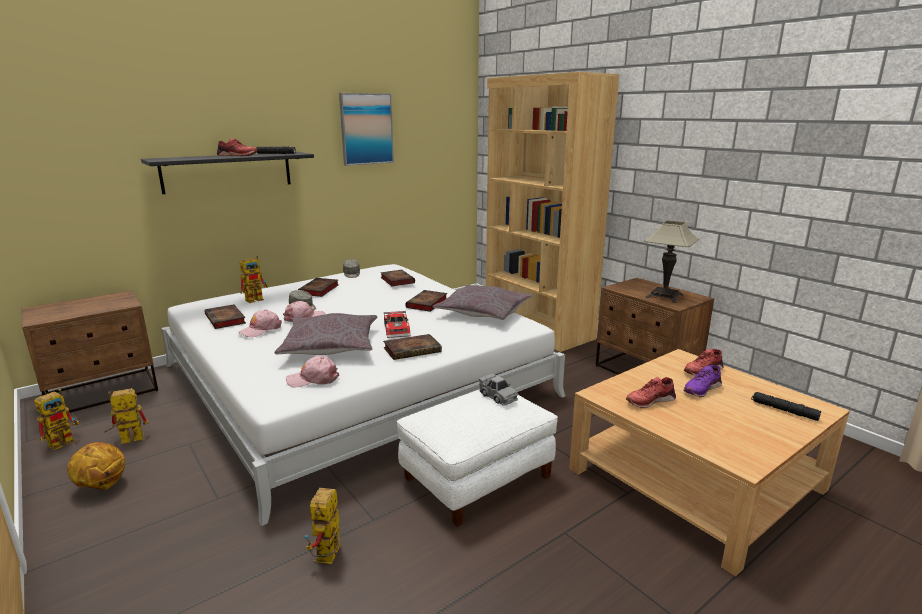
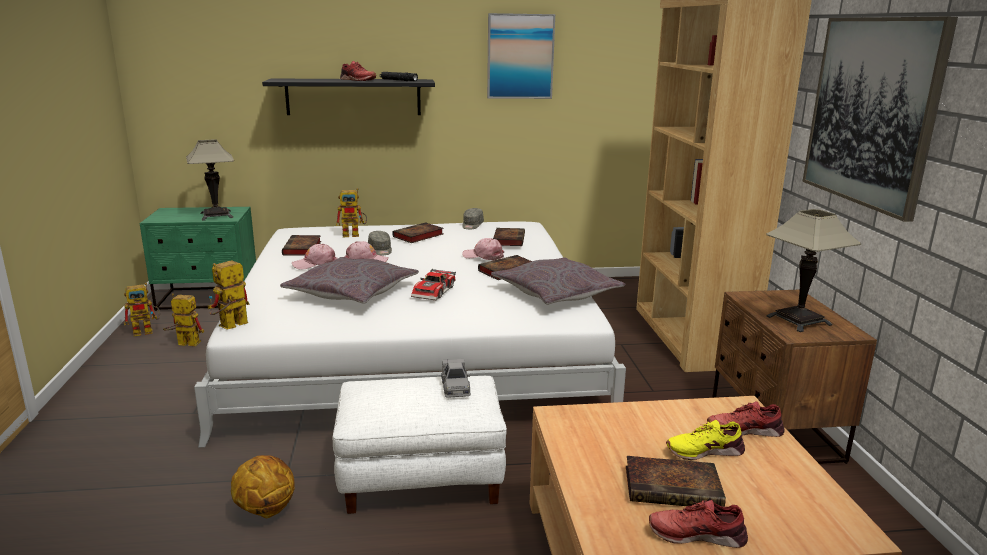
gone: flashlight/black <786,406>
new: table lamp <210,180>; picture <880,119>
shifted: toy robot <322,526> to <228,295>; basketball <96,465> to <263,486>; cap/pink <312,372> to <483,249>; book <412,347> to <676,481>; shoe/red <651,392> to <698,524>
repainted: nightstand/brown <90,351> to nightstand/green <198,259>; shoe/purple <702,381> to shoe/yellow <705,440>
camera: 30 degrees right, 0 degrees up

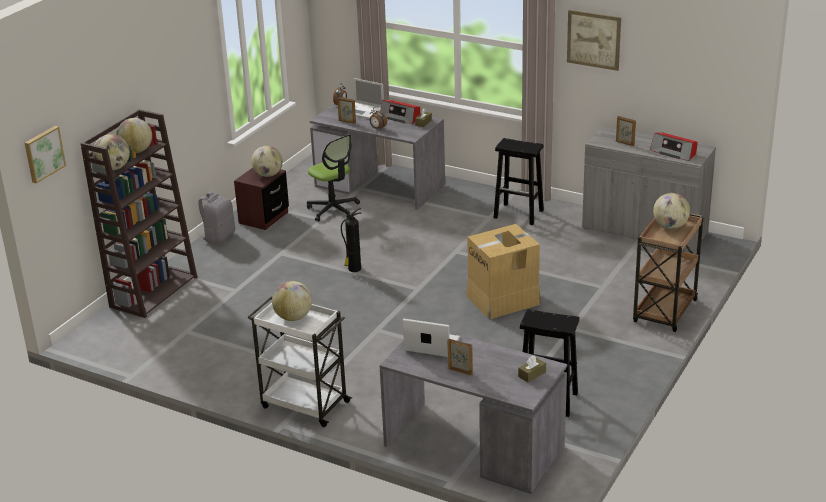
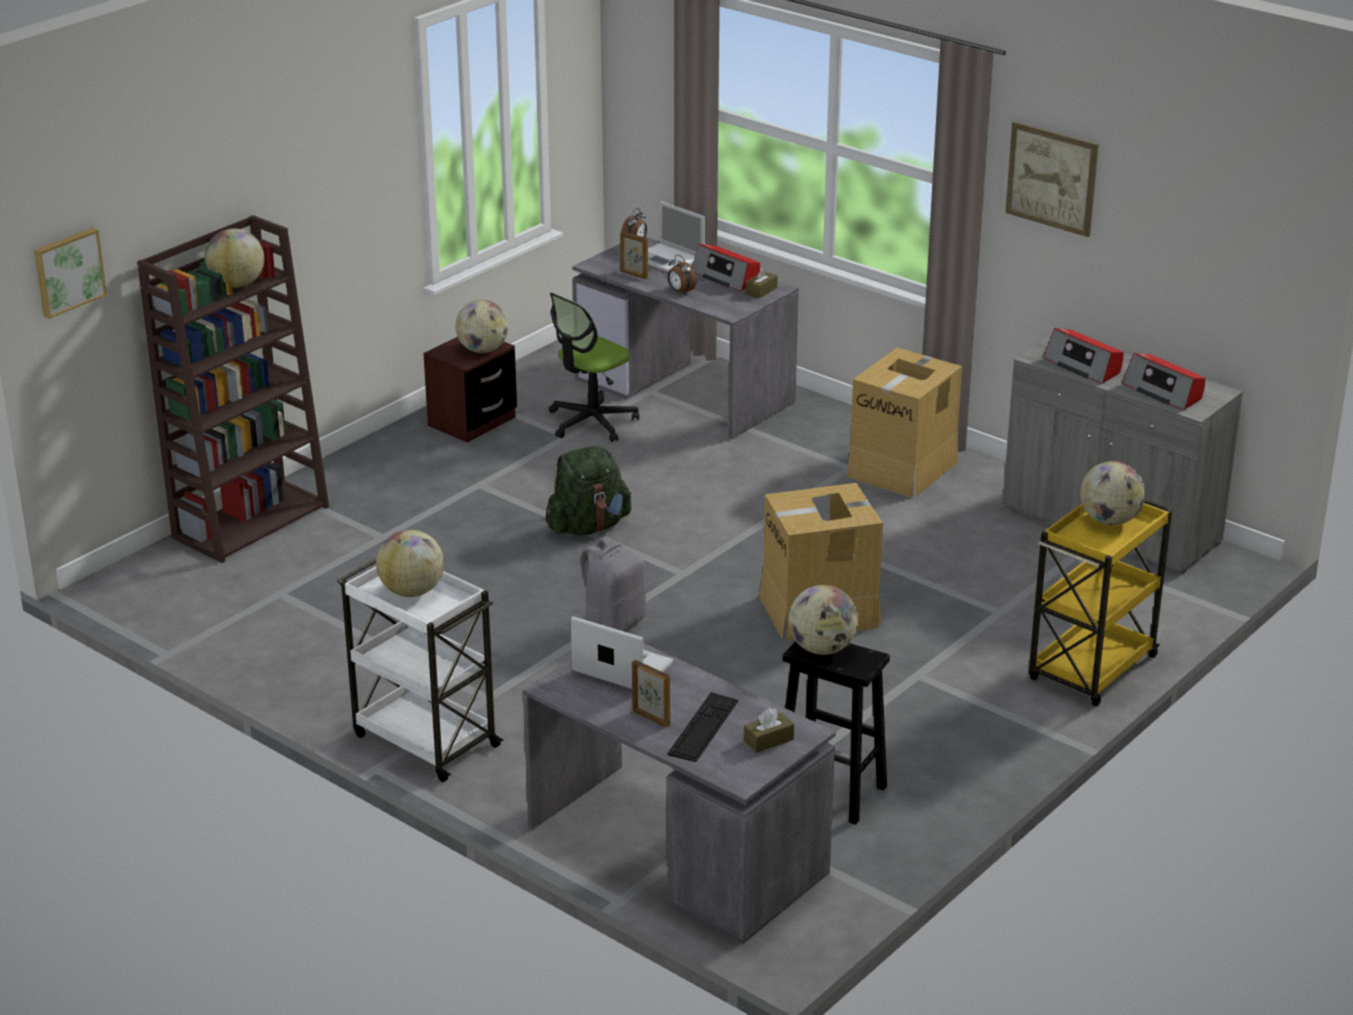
new: keyboard <703,727>
shifted: backpack/grey <216,218> to <610,583>; globe <111,152> to <823,620>
swapped: fire extinguisher <351,240> to backpack/green <588,491>; stool/black <519,181> to cardboard box <904,422>; picture frame <626,131> to radio <1083,356>
repainted: cart/brown <668,272> to cart/yellow <1100,603>
rotated: office chair <333,178> = <594,367> 75 degrees clockwise
camera: 10 degrees right, 0 degrees up

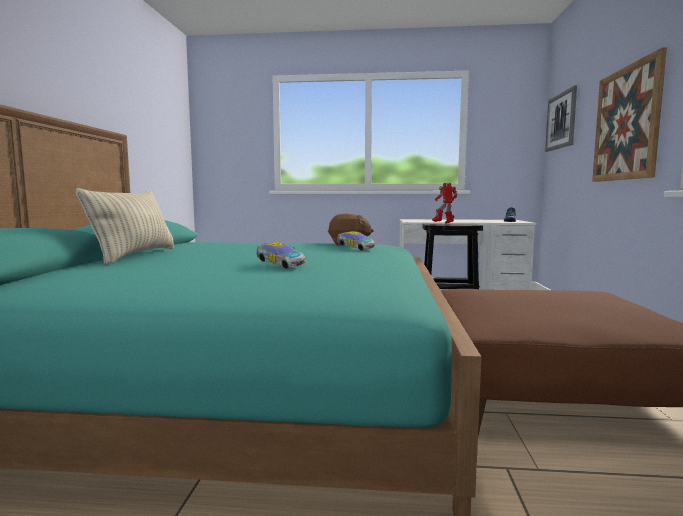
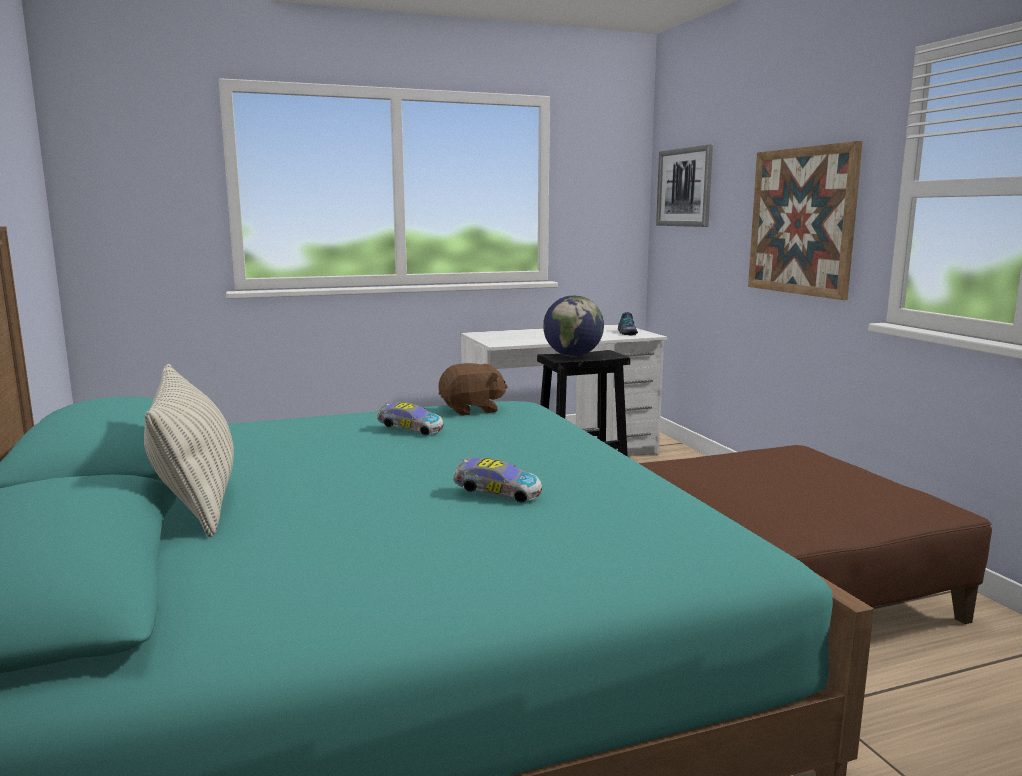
shifted: toy car <356,241> to <410,418>
swapped: toy robot <444,203> to globe <573,326>
camera: 25 degrees left, 5 degrees up

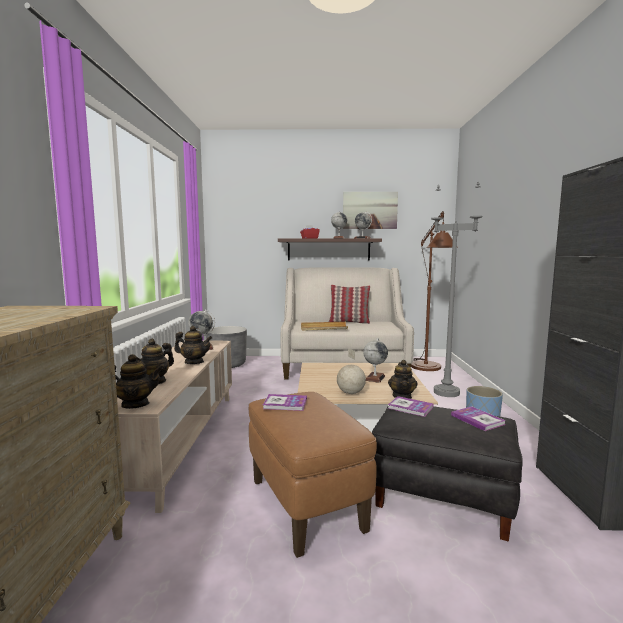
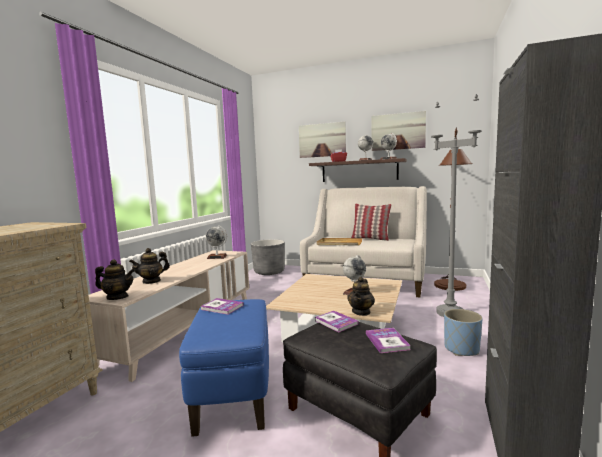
gone: teapot <193,345>; globe <351,371>
new: picture <322,140>
repainted: ottoman/brown <313,475> to ottoman/blue <224,368>
camera: 20 degrees right, 0 degrees up

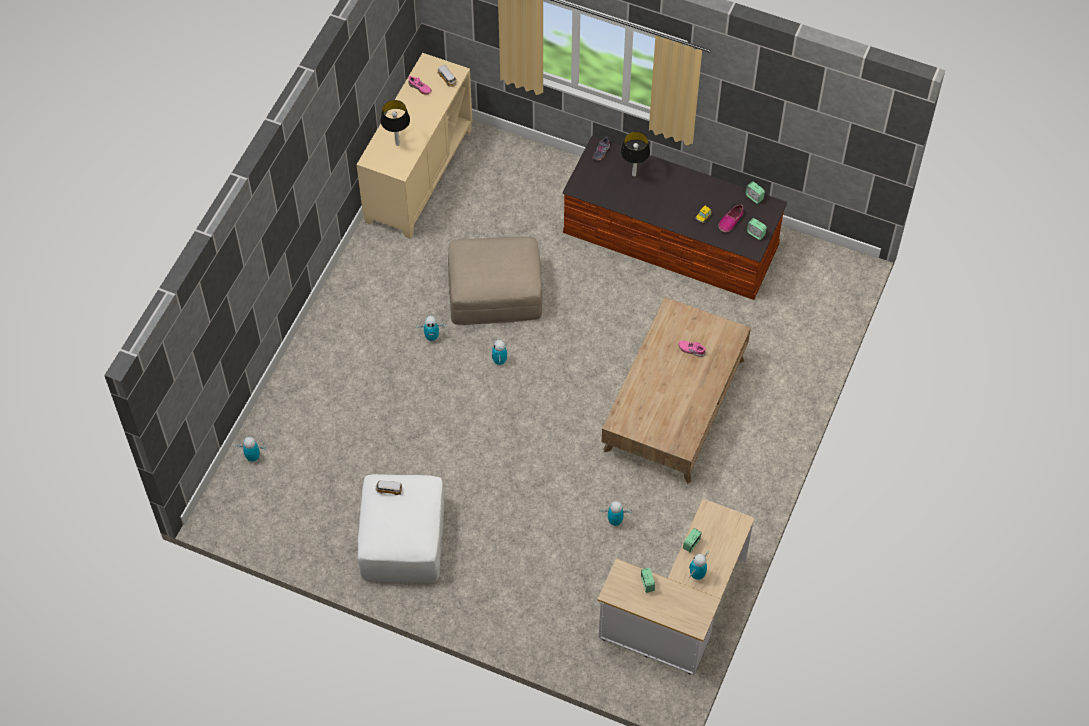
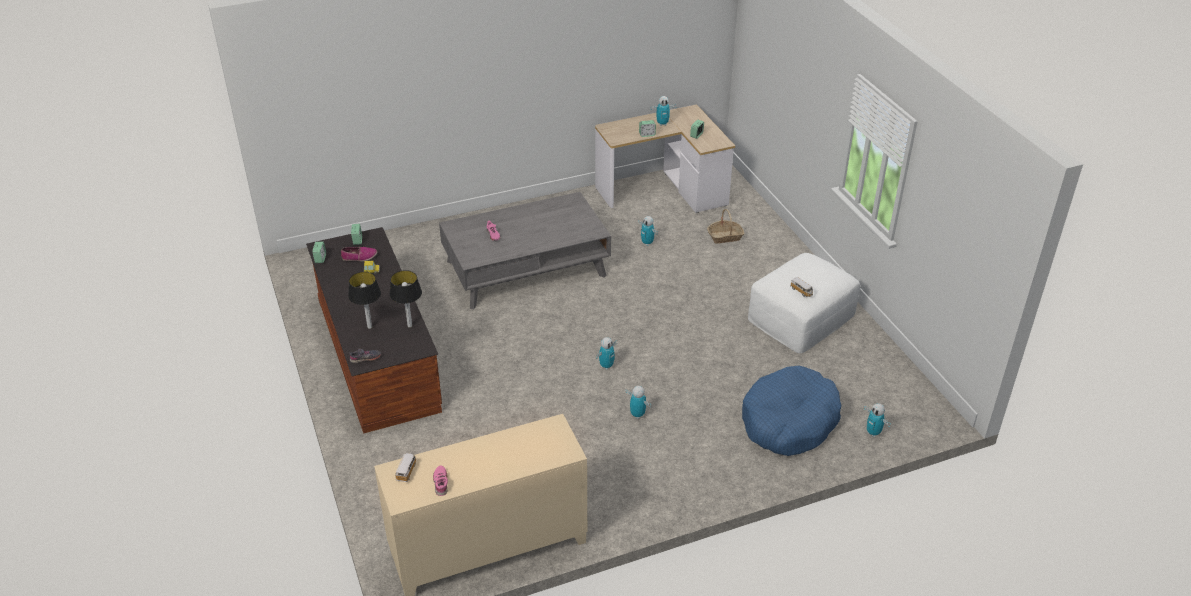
gone: ottoman/beige <495,280>
new: basket <726,226>; dog bed/blue <791,411>
shifted: table lamp <395,123> to <405,299>
repainted: coffee table/brown <676,390> to coffee table/grey <525,250>
camera: 135 degrees left, 20 degrees down

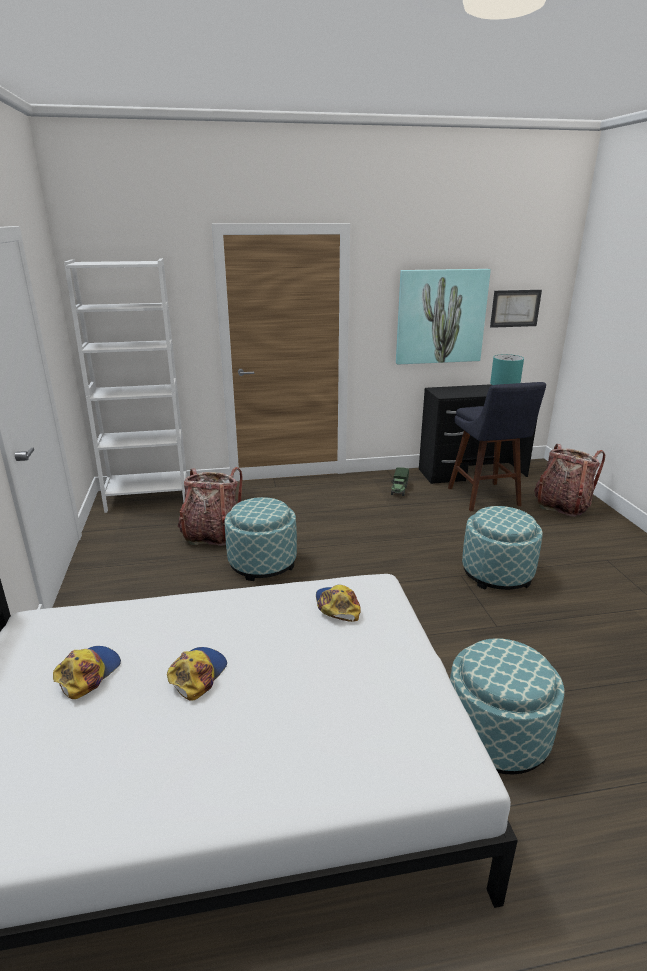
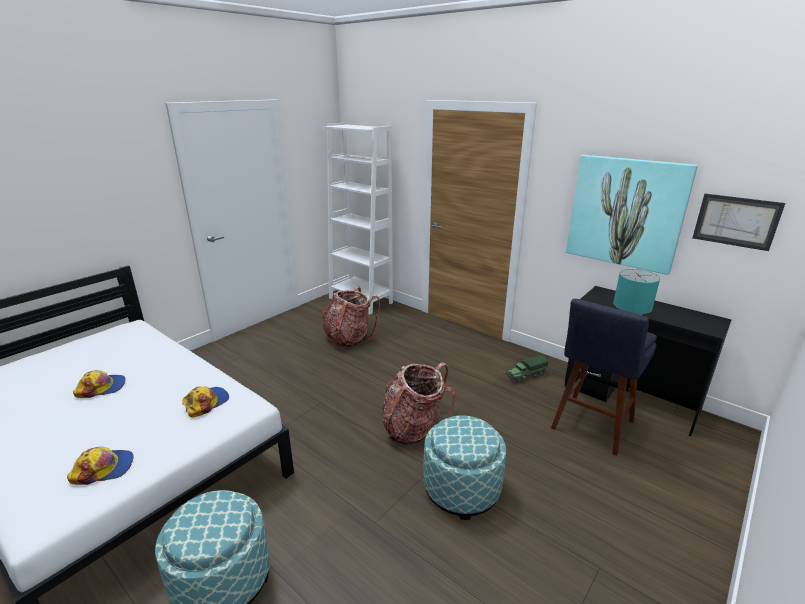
gone: ottoman <261,539>
shifted: cap <87,672> to <100,466>; backpack <569,480> to <418,403>
camera: 50 degrees right, 0 degrees up

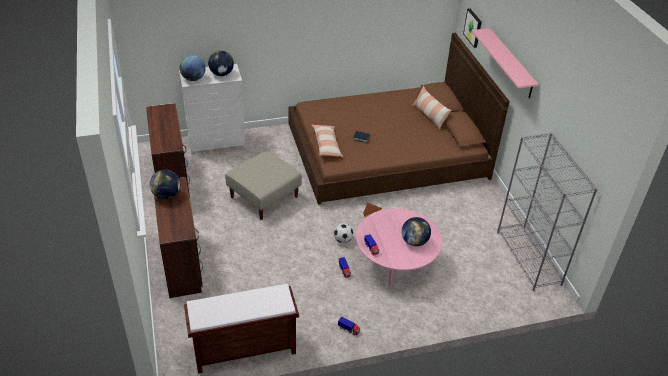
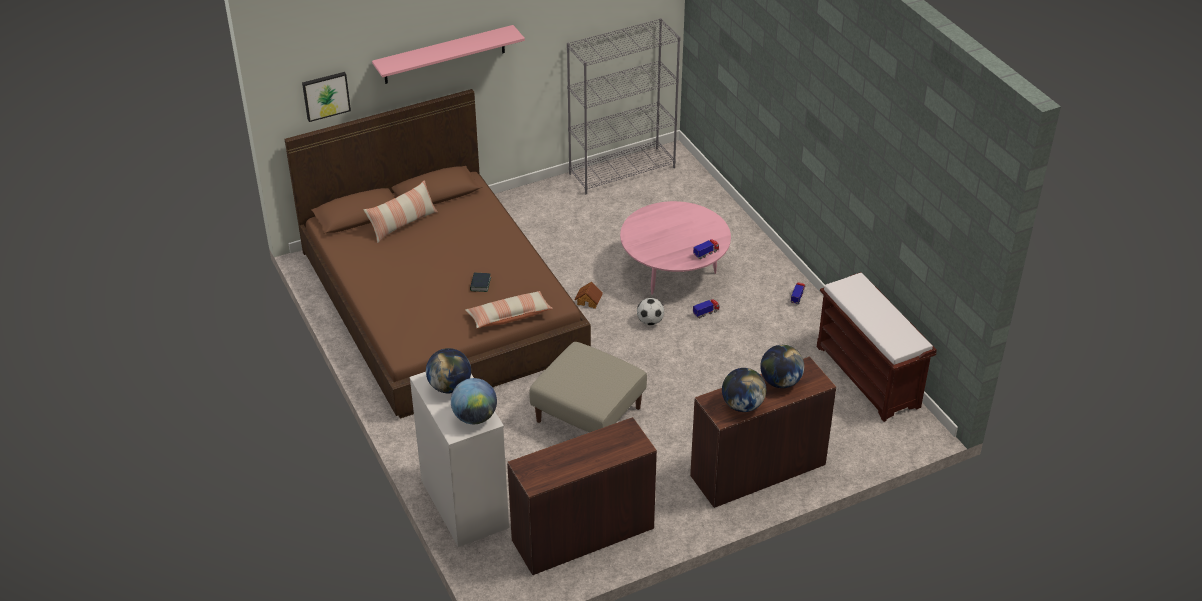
shifted: globe <416,231> to <782,366>
camera: 100 degrees left, 0 degrees up

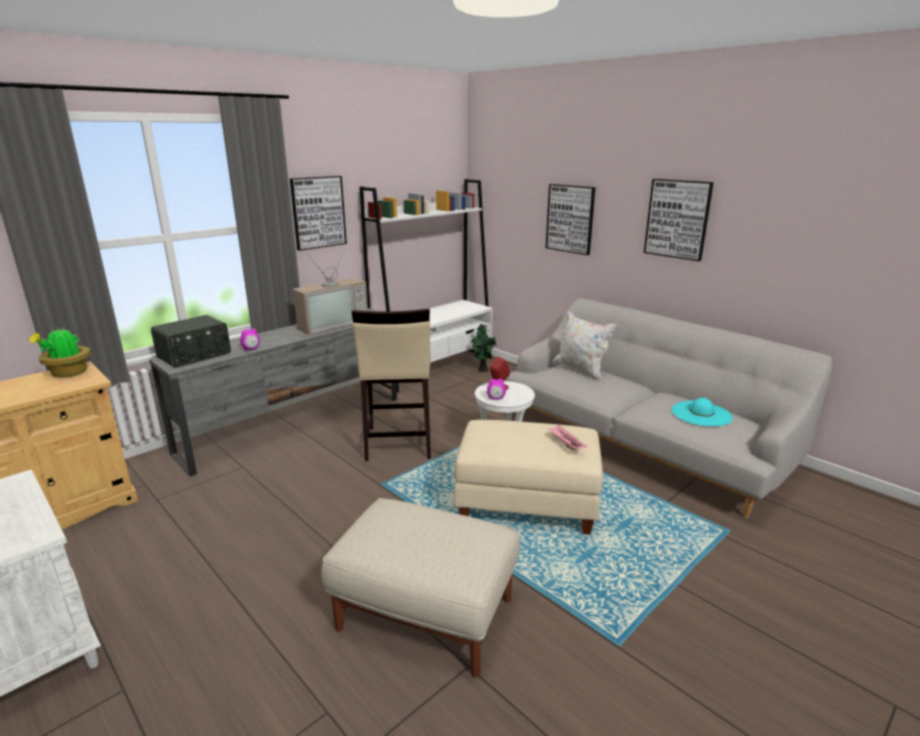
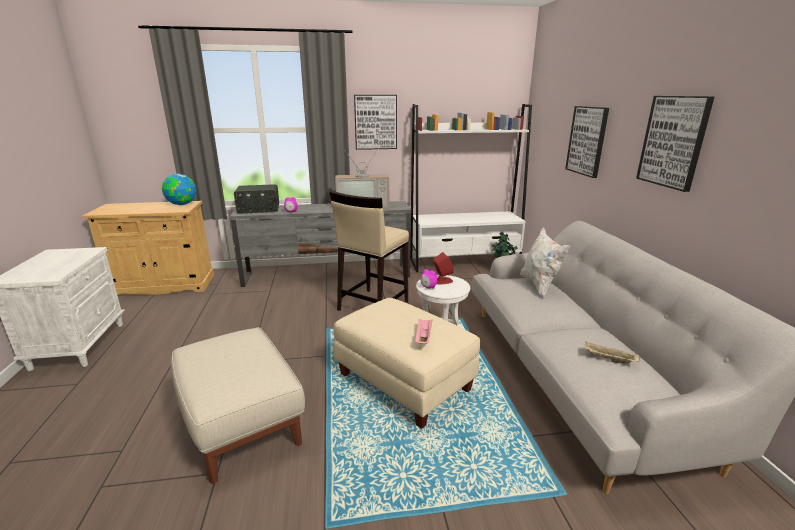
swapped: potted plant <60,352> to globe <179,189>; hat/turquoise <702,412> to tray/beige <612,352>
camera: 35 degrees right, 0 degrees up

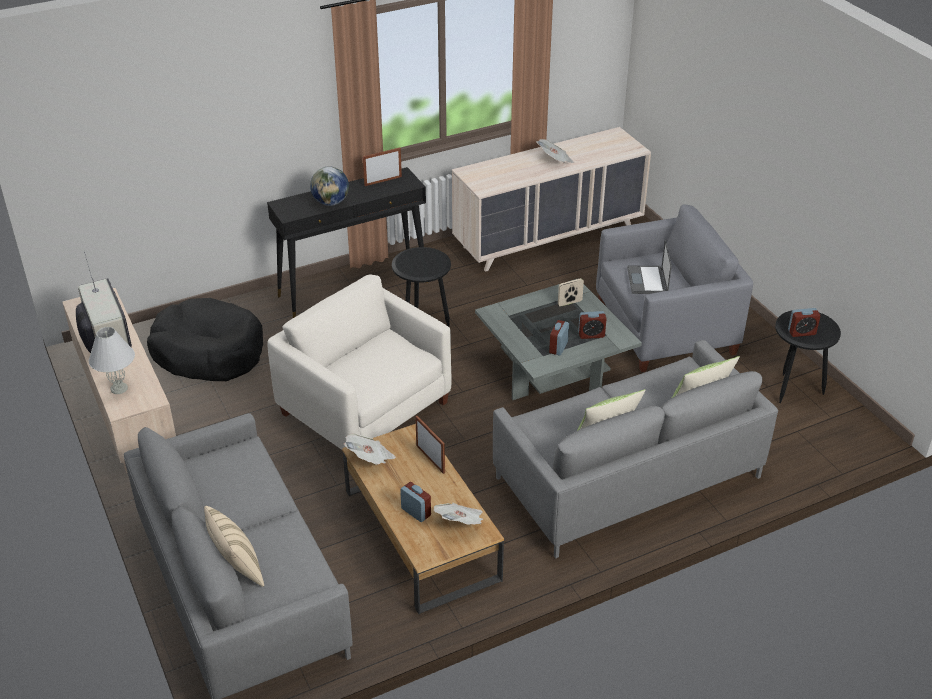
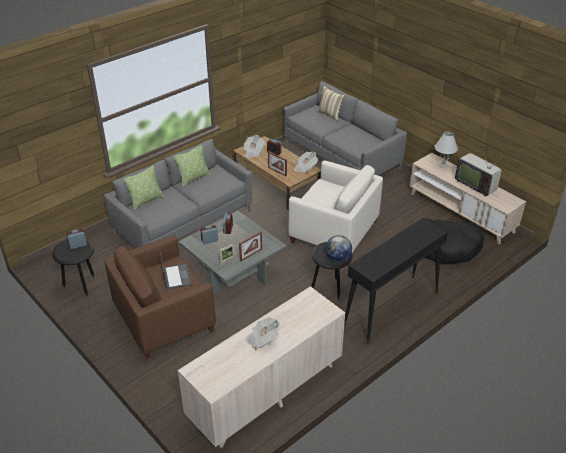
shifted: picture frame <382,166> to <250,246>; globe <329,186> to <338,248>
repainted: armchair/grey <674,288> to armchair/brown <160,297>
camera: 165 degrees right, 0 degrees up

